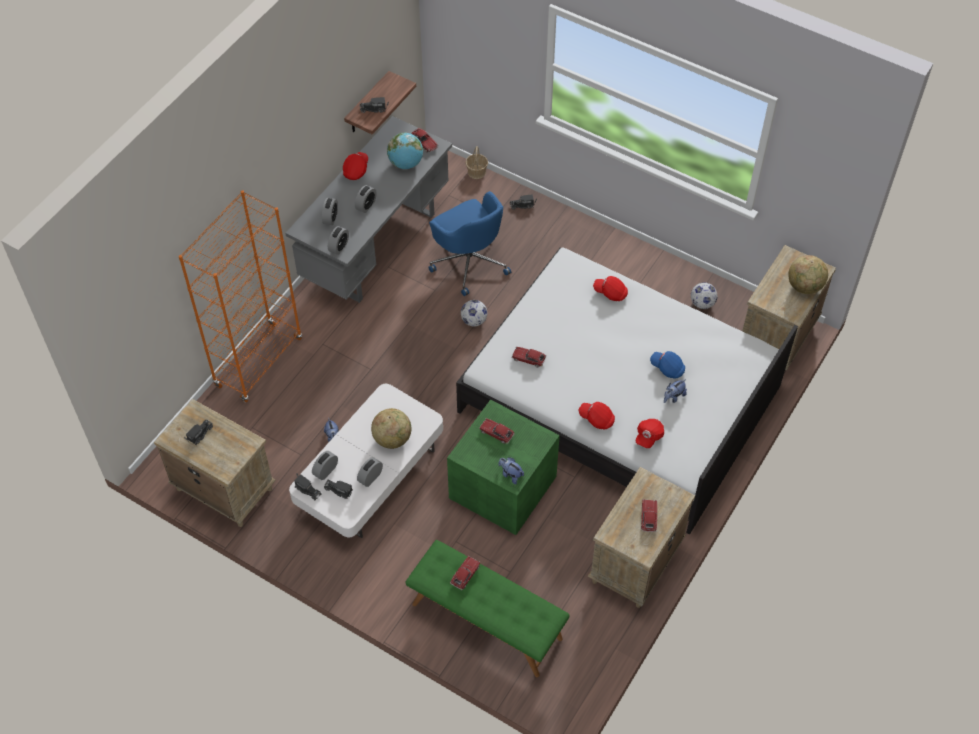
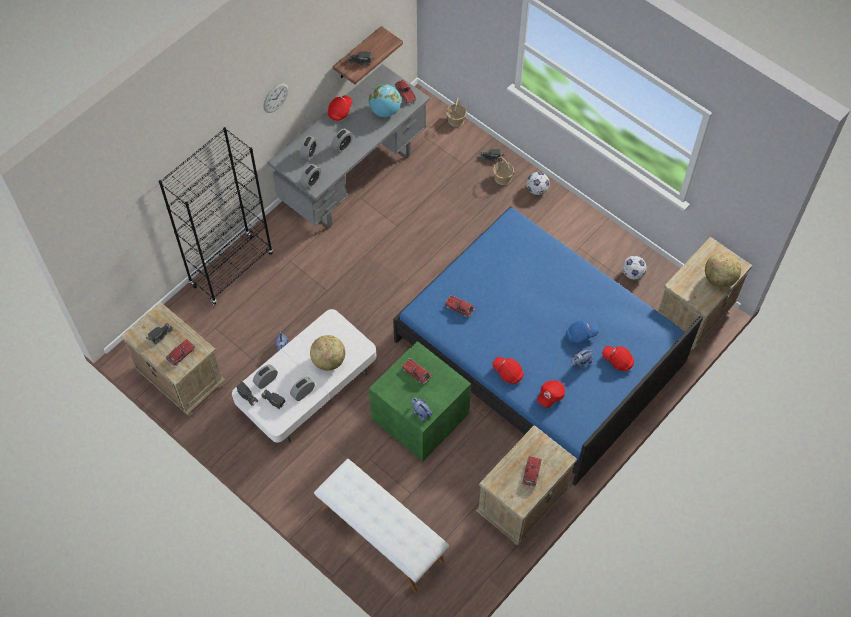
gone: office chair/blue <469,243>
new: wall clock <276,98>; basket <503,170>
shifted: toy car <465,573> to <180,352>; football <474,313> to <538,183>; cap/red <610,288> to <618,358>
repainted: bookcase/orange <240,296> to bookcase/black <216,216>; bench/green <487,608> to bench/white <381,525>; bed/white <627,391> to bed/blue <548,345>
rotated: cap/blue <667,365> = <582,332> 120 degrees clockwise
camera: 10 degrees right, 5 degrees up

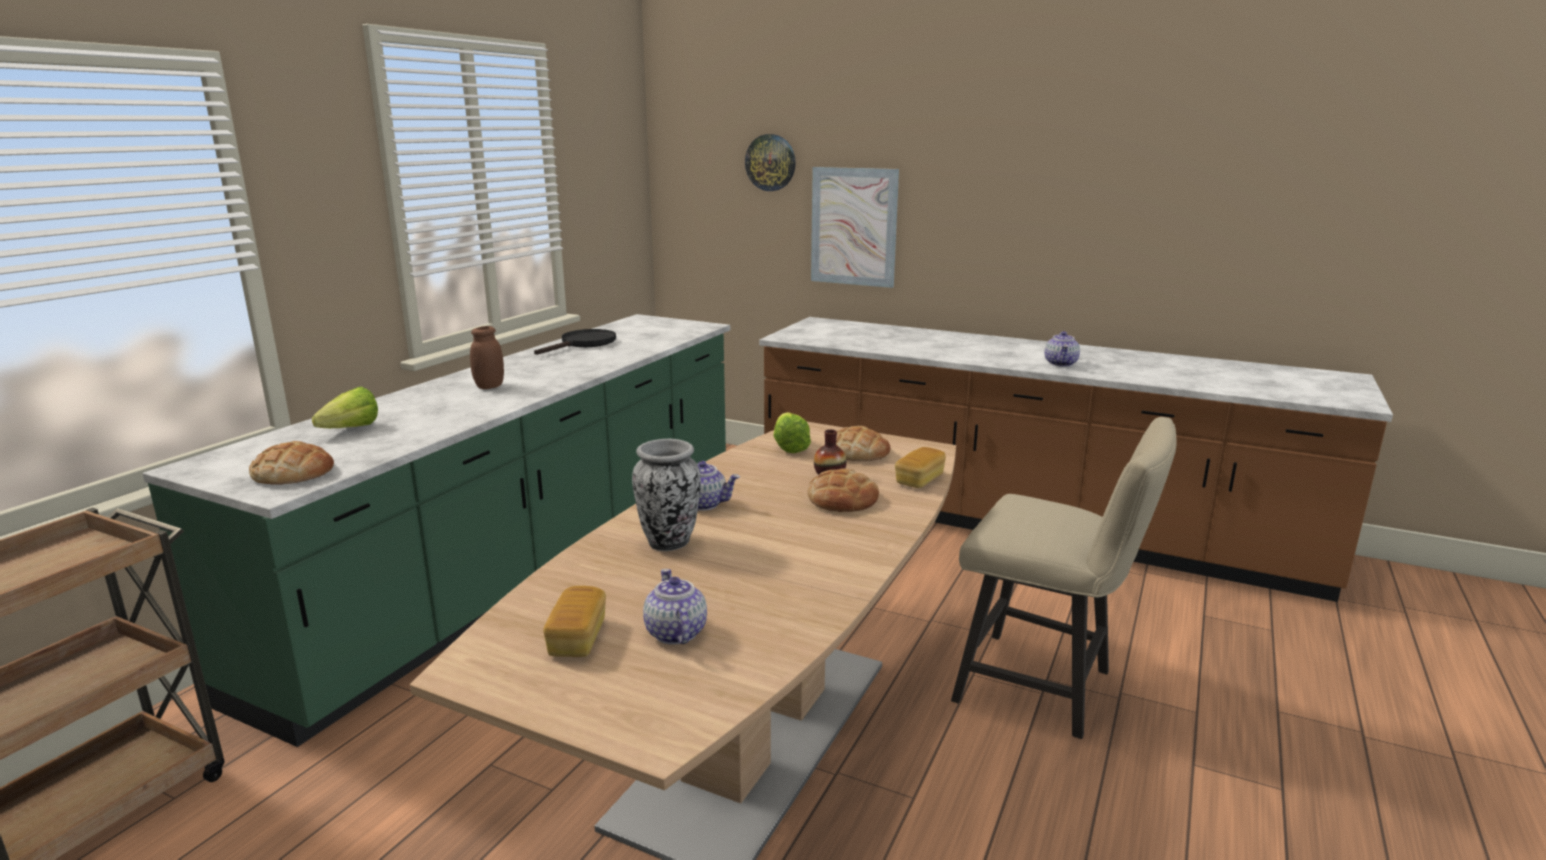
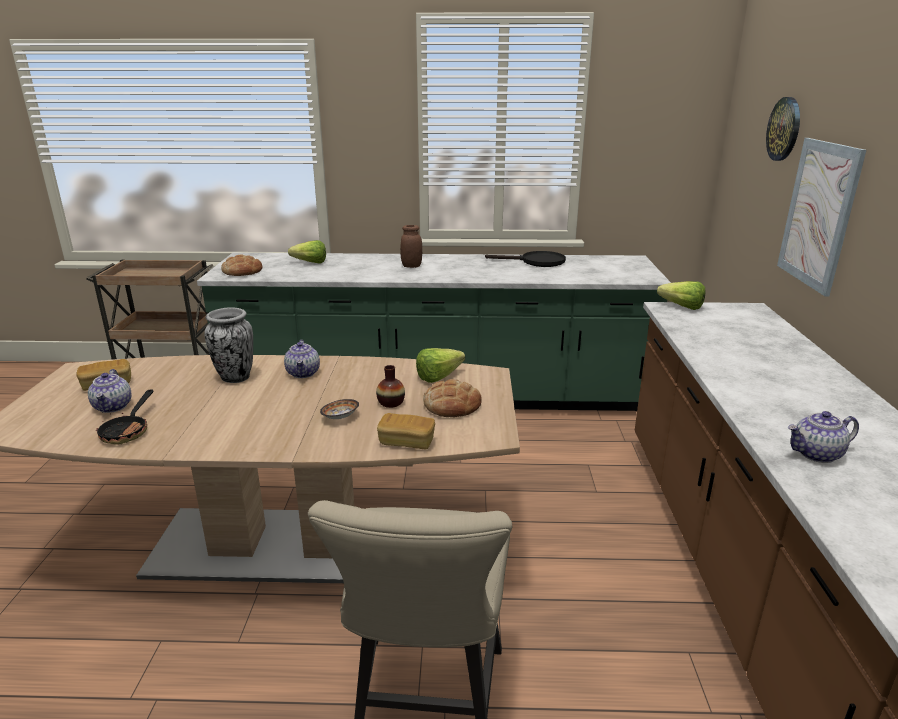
new: frying pan <124,417>; lettuce <681,295>
swapped: bread <843,490> to bowl <339,409>
rotated: teapot <675,607> = <110,391> 120 degrees clockwise
camera: 65 degrees right, 5 degrees up

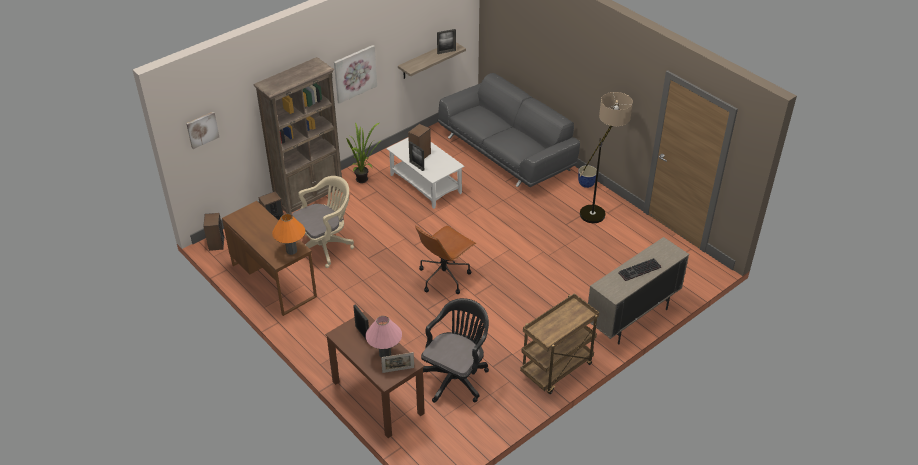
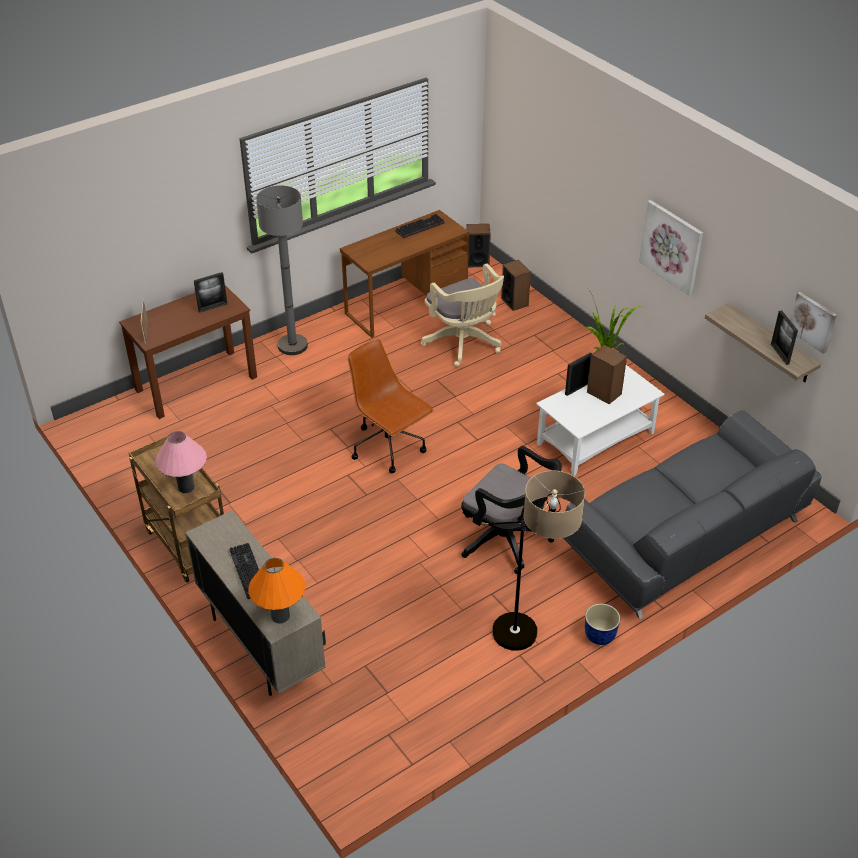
gone: bookcase/brown <297,136>
new: floor lamp/grey <282,270>; keyboard <420,226>
shifted: table lamp/pink <384,336> to <181,462>; table lamp/orange <289,234> to <276,591>; office chair/black <455,350> to <511,510>; picture <202,130> to <813,323>
camera: 95 degrees right, 0 degrees up

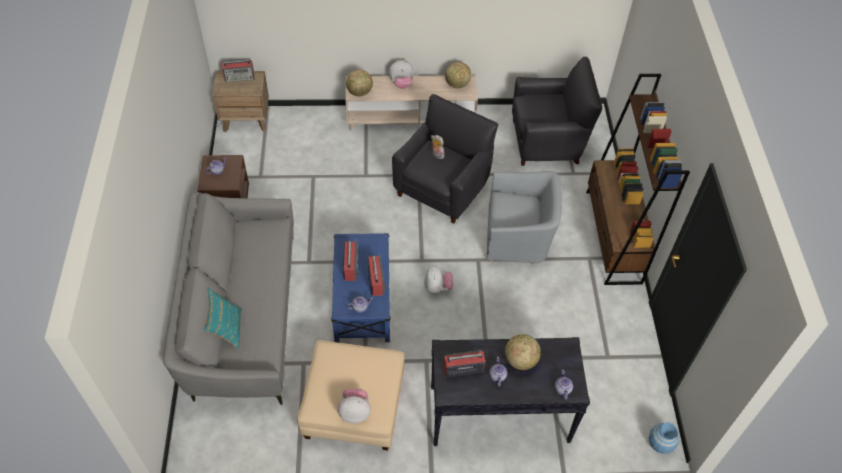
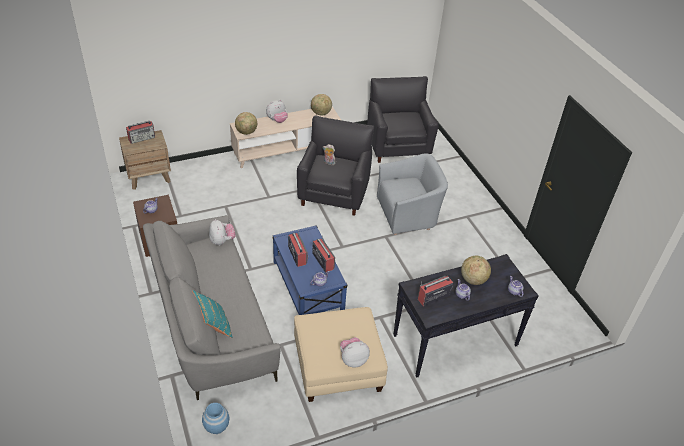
gone: bookcase/brown <638,179>
shifted: vase/blue <664,438> to <215,418>; plush toy <438,279> to <222,232>
rotated: armchair/black <557,111> = <403,119> 75 degrees counterclockwise
camera: 20 degrees left, 10 degrees down

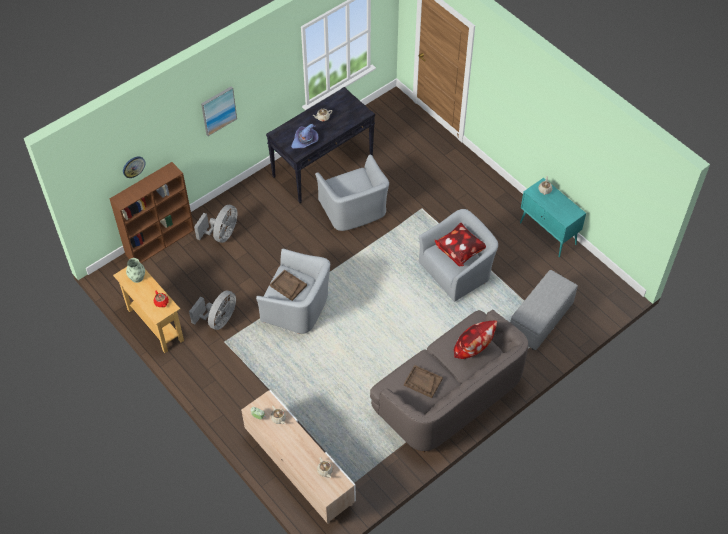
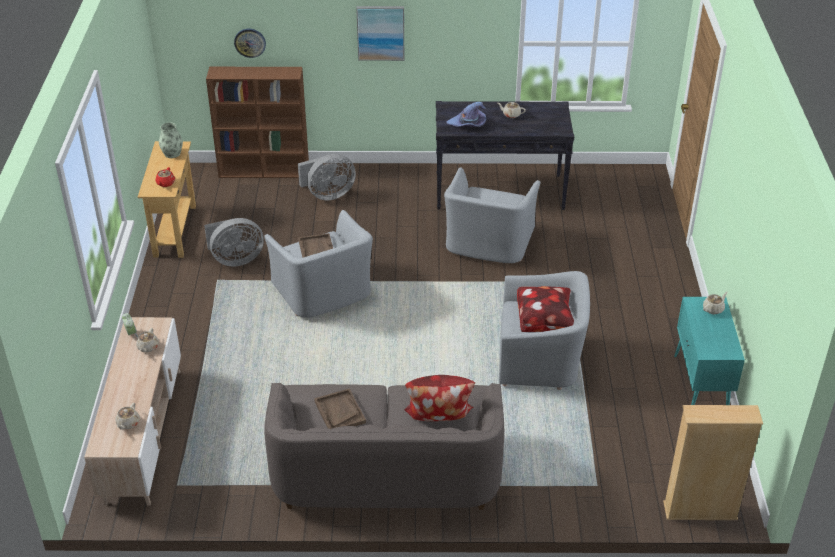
gone: ottoman/grey <544,310>
new: bookcase/beige <713,462>
camera: 40 degrees right, 15 degrees down

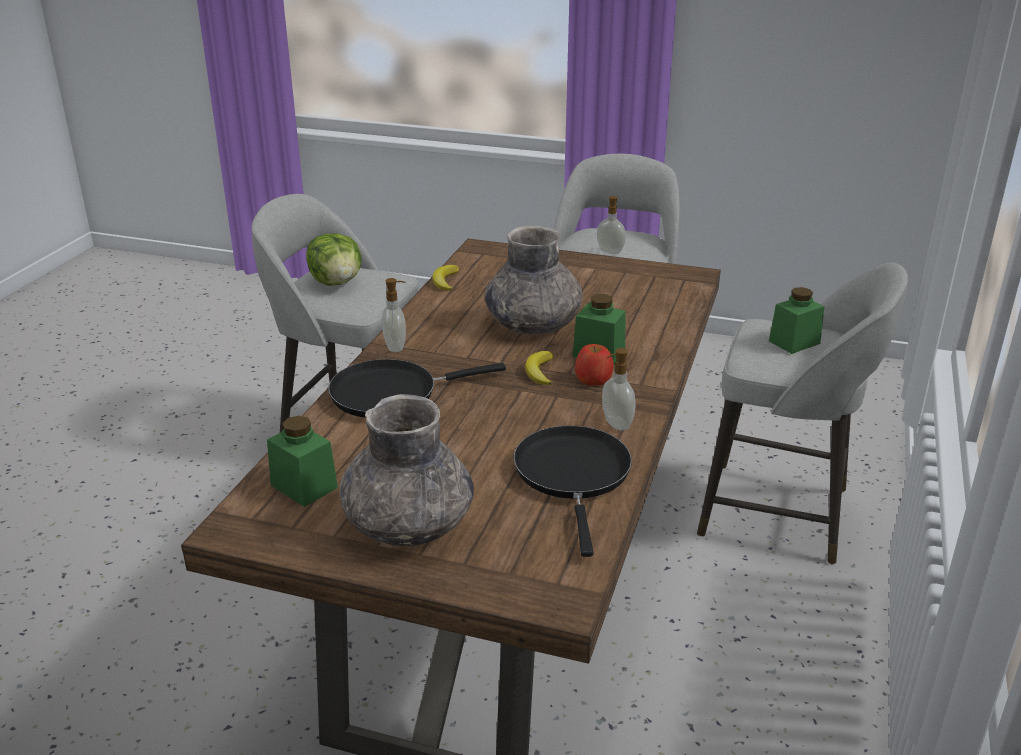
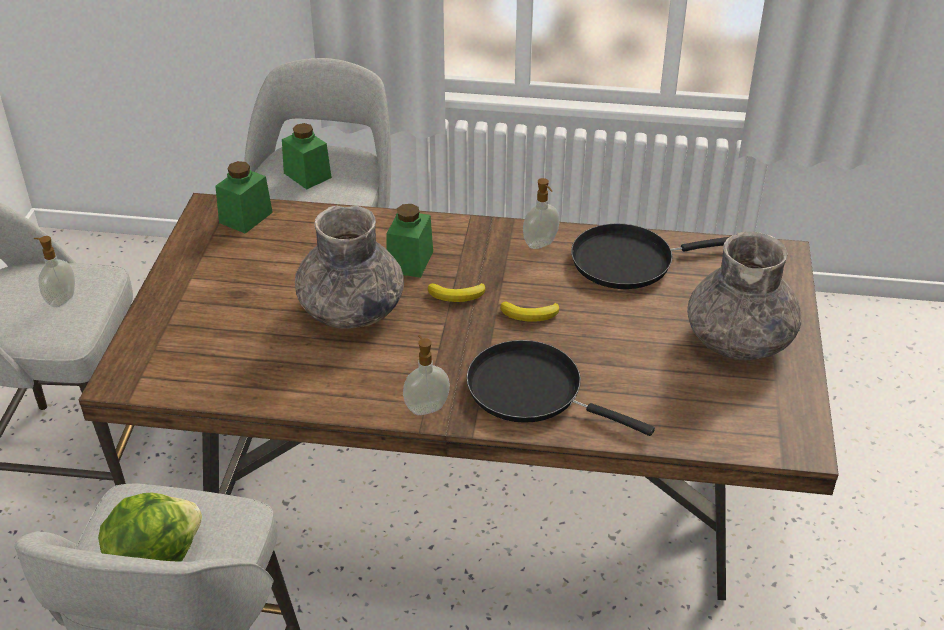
gone: apple <594,364>
shifted: jar/green <302,461> to <244,197>; banana <445,278> to <529,312>
rotated: frying pan/black <417,388> = <561,388> 150 degrees clockwise
camera: 100 degrees left, 10 degrees up

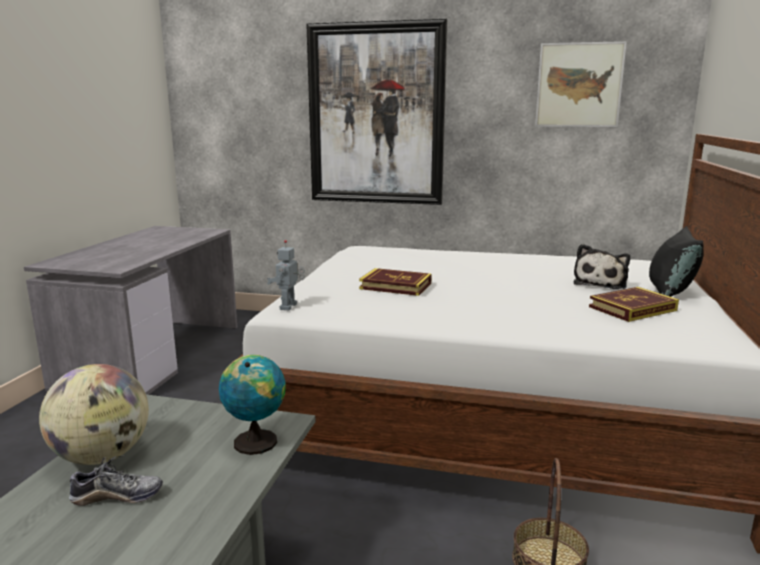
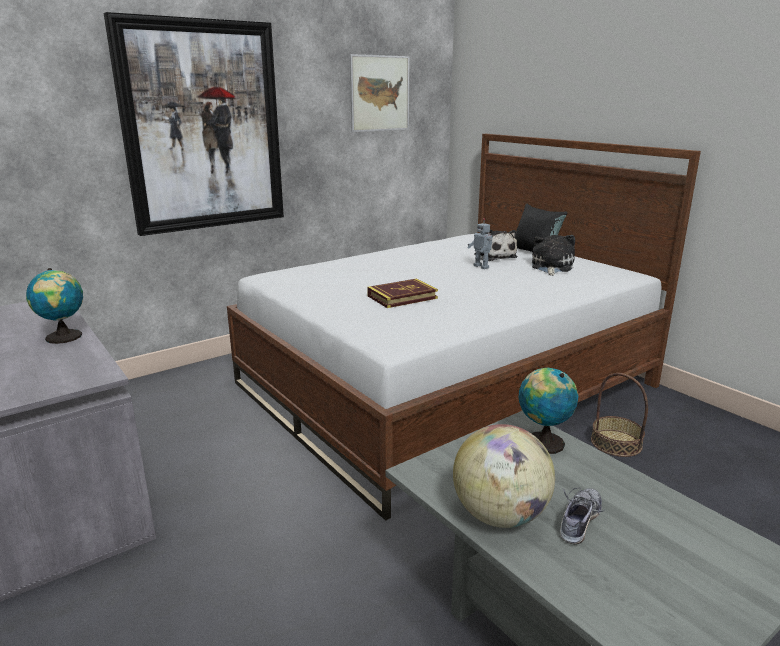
new: globe <54,306>
shifted: toy robot <286,275> to <480,243>
swapped: book <634,304> to plush toy <553,255>
camera: 50 degrees left, 5 degrees up

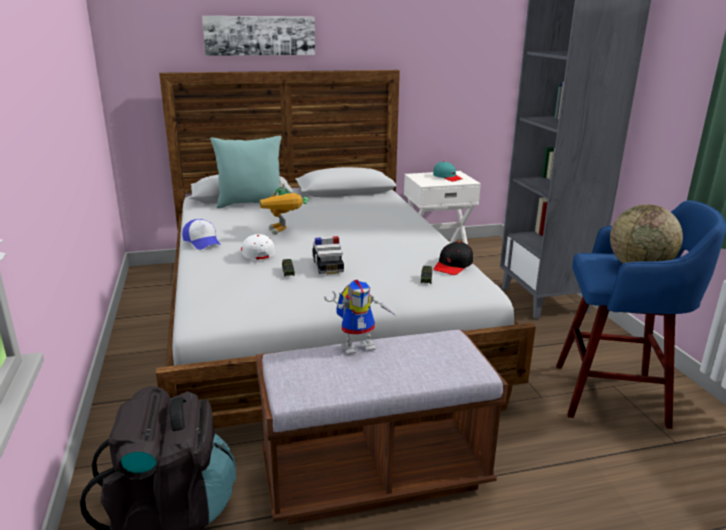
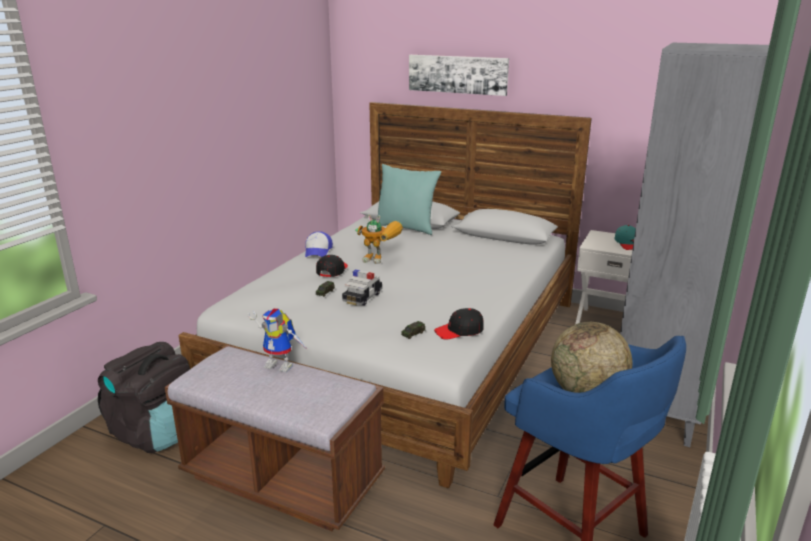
repainted: cap/white <258,247> to cap/black <332,266>
rotated: toy robot <284,207> = <379,239> 90 degrees counterclockwise
camera: 40 degrees right, 0 degrees up

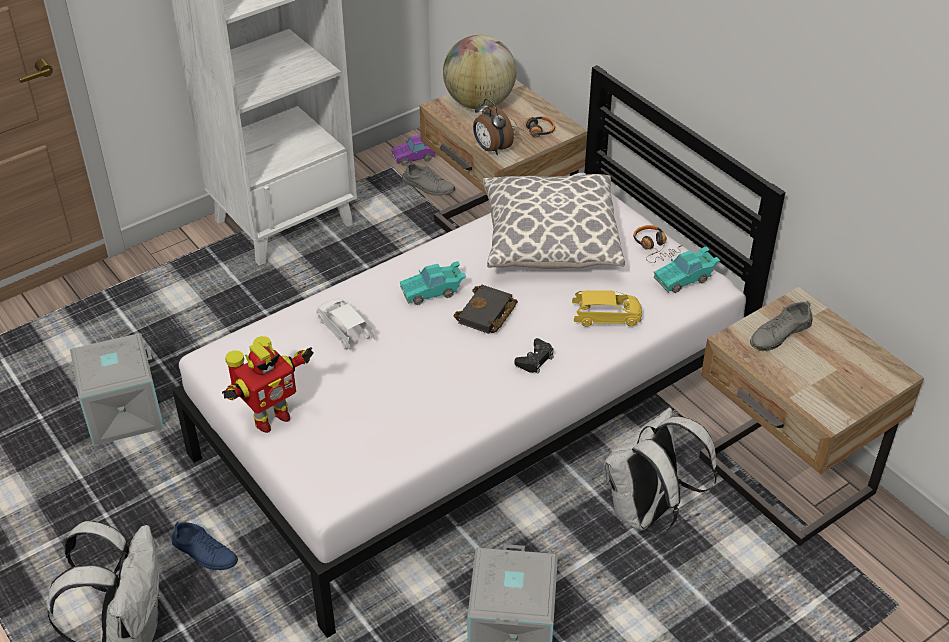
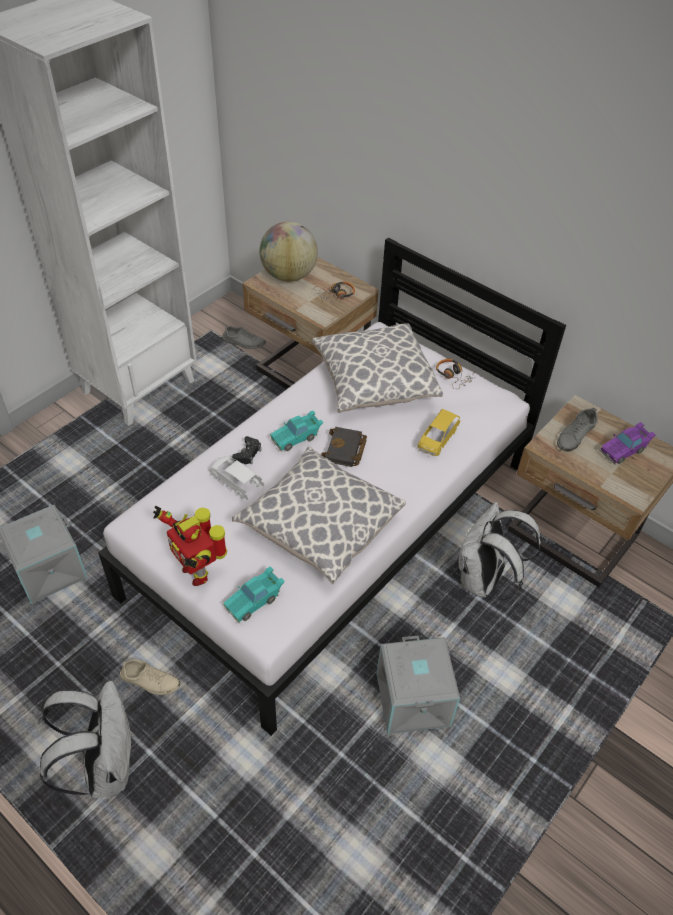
gone: alarm clock <493,127>
new: pillow <319,515>
shifted: toy car/turquoise <687,269> to <254,594>; game controller/black <534,356> to <247,450>; toy car/purple <413,150> to <627,443>
repainted: shoe/blue <205,546> to shoe/beige <150,677>
rotated: toy robot <268,384> = <190,546> 105 degrees clockwise; toy car/yellow <607,308> = <439,432> 135 degrees clockwise
camera: 15 degrees left, 5 degrees up

